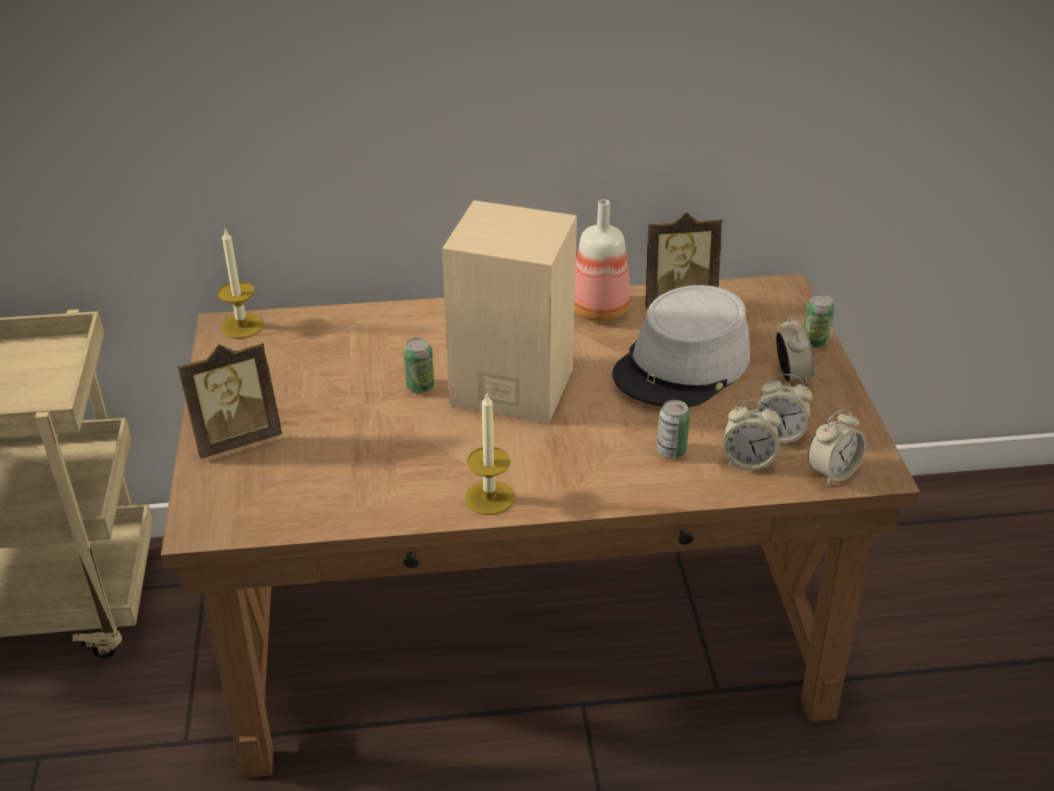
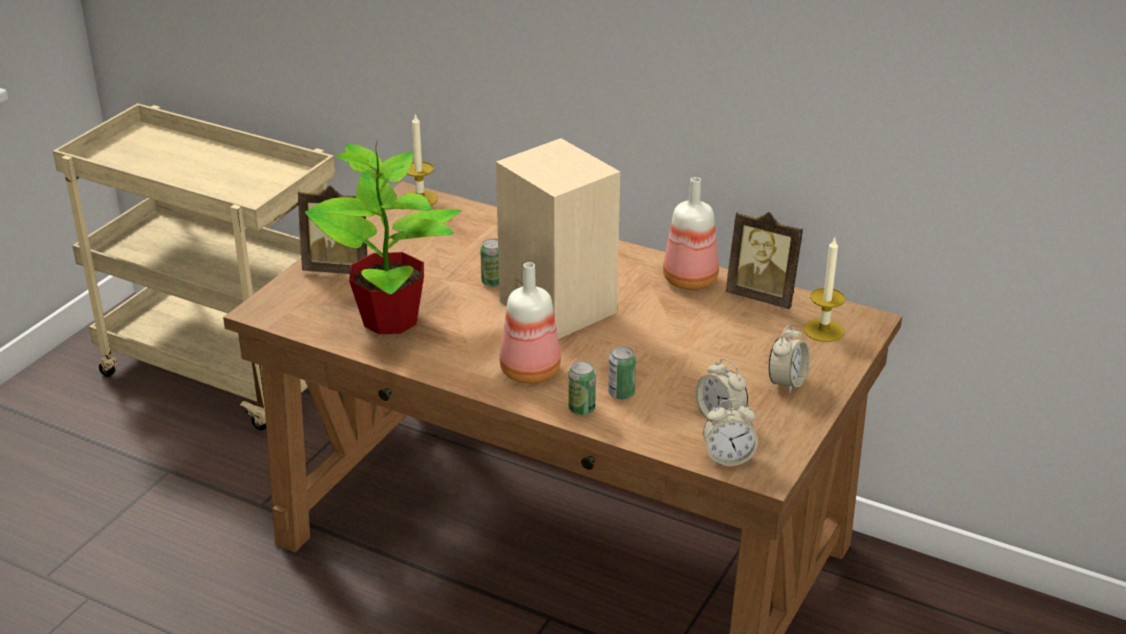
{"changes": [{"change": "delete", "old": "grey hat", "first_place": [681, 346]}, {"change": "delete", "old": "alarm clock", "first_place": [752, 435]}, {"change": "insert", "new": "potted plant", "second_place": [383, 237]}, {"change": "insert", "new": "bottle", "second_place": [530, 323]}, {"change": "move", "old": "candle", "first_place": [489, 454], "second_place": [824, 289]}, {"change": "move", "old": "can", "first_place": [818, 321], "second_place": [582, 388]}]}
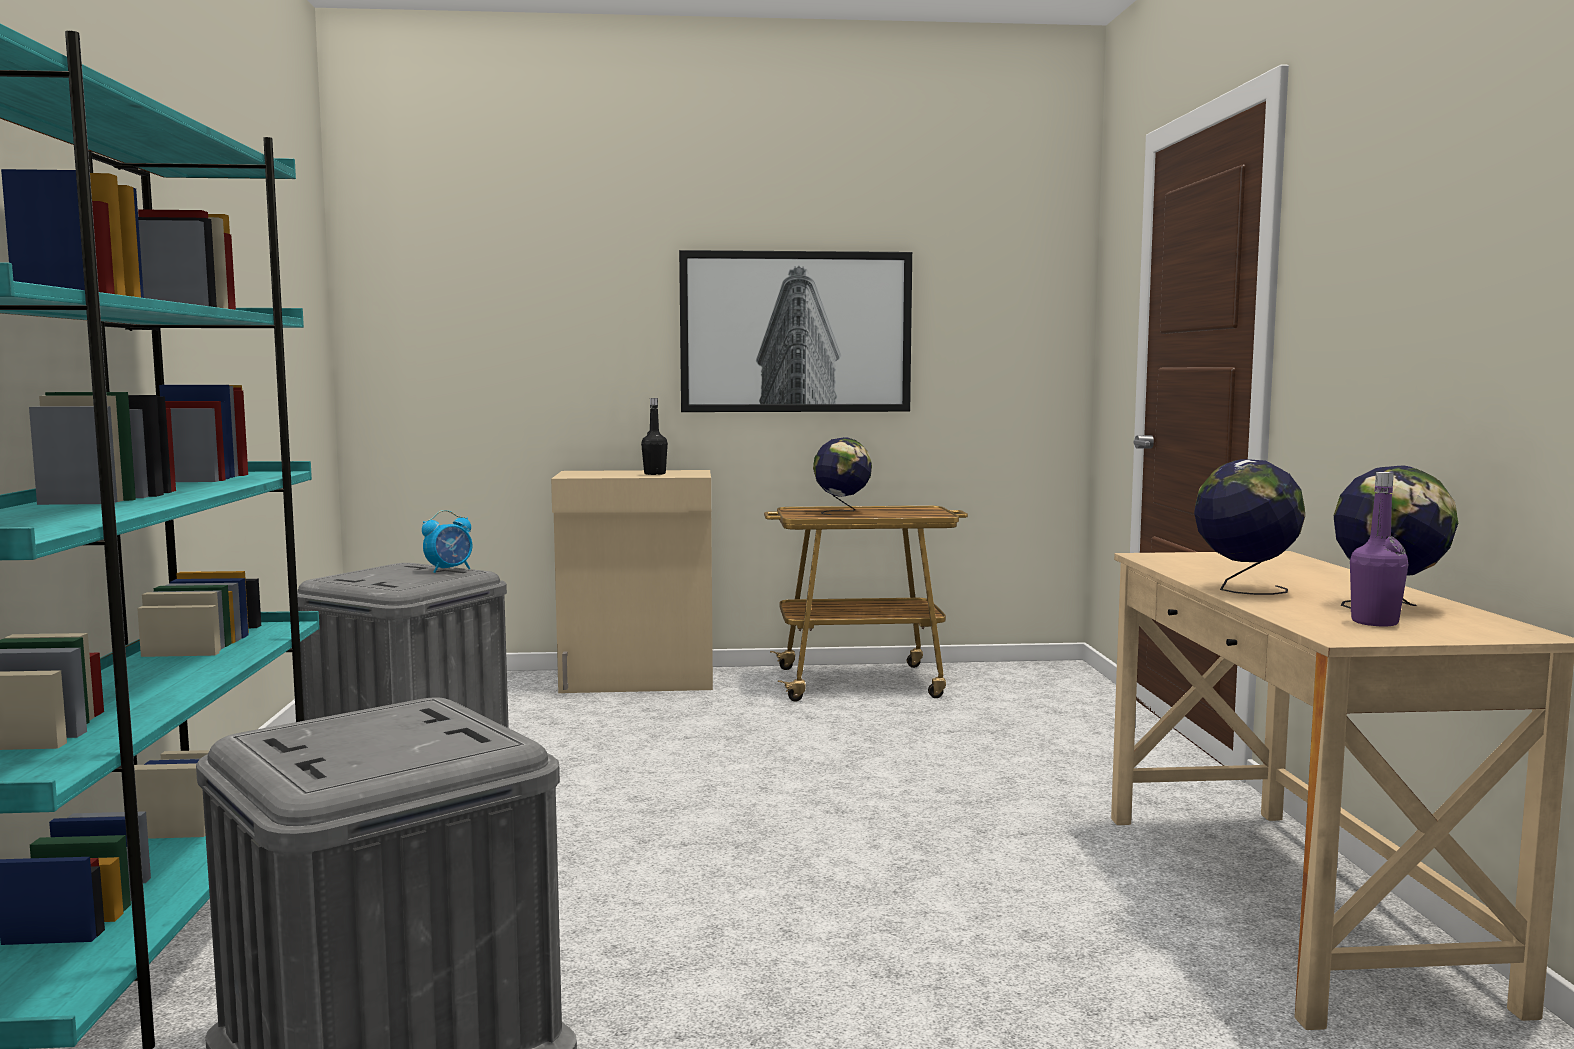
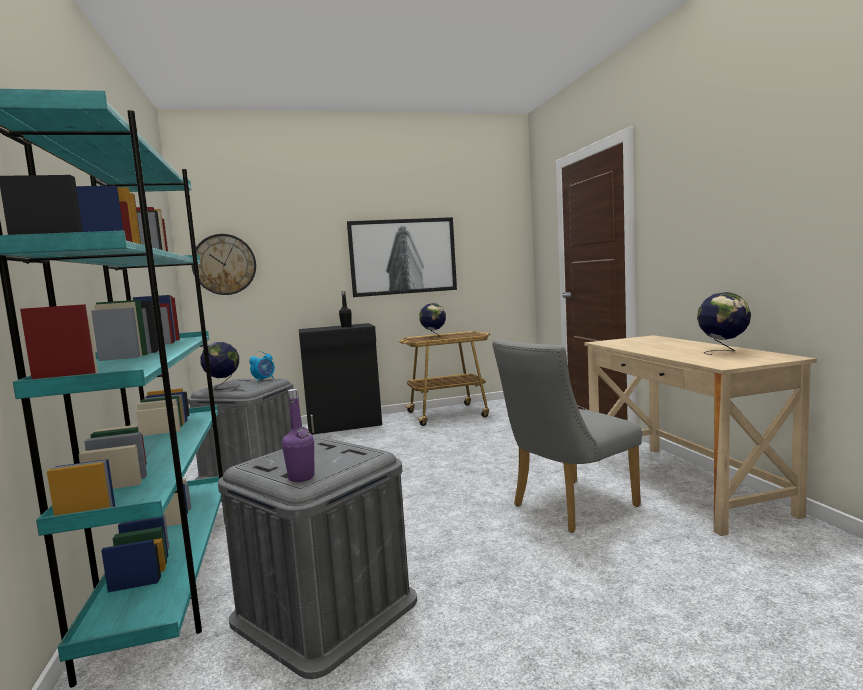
{"changes": [{"change": "insert", "new": "wall clock", "second_place": [224, 264]}, {"change": "insert", "new": "grey chair", "second_place": [567, 436]}, {"change": "move", "old": "globe", "first_place": [1249, 527], "second_place": [219, 365]}, {"change": "move", "old": "purple bottle", "first_place": [1379, 549], "second_place": [298, 435]}, {"change": "recolor", "old": "beige cabinet", "new": "black cabinet", "first_place": [632, 581], "second_place": [340, 379]}]}
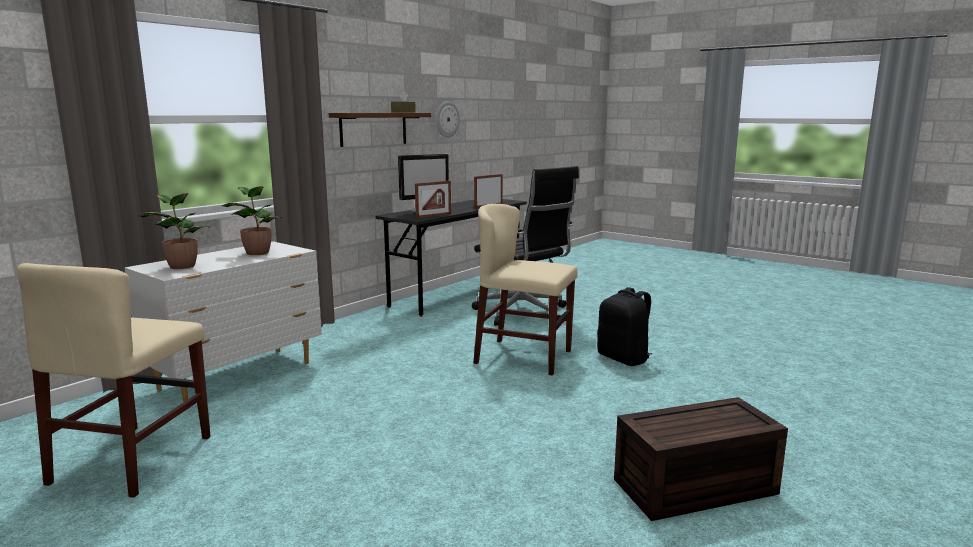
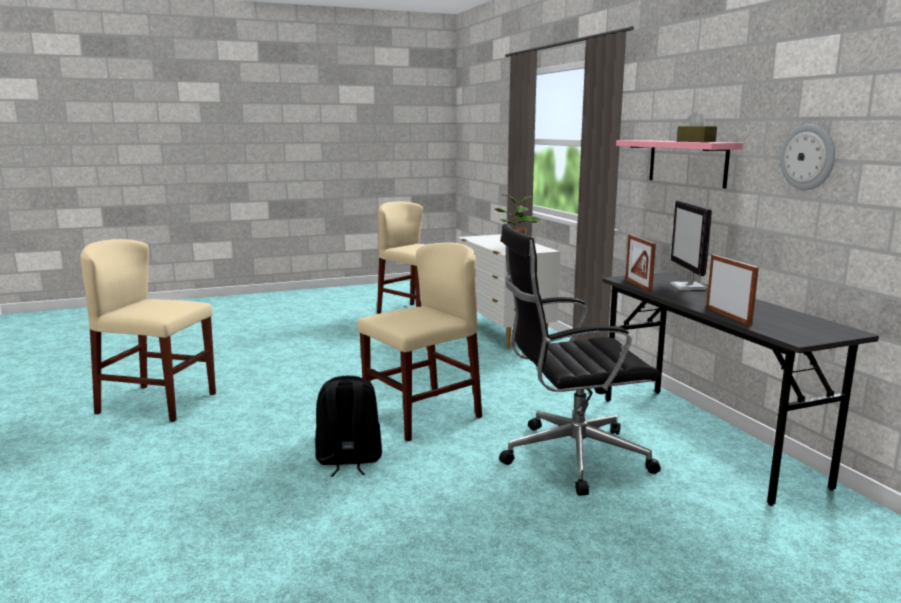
{"changes": [{"change": "delete", "old": "potted plant", "first_place": [174, 231]}, {"change": "replace", "old": "brown storage box", "new": "beige chair", "first_place": [701, 459], "second_place": [148, 330]}, {"change": "recolor", "old": "brown shelf", "new": "pink shelf", "first_place": [380, 130], "second_place": [679, 164]}]}
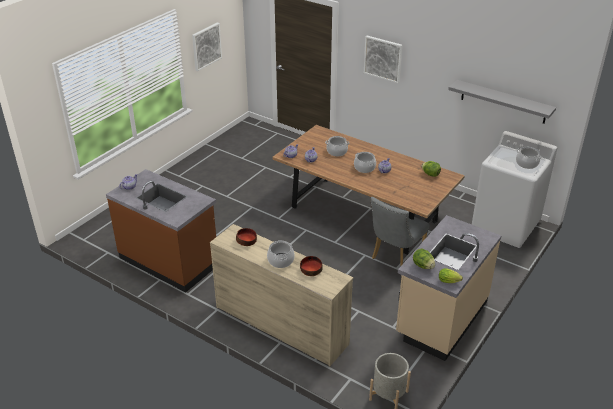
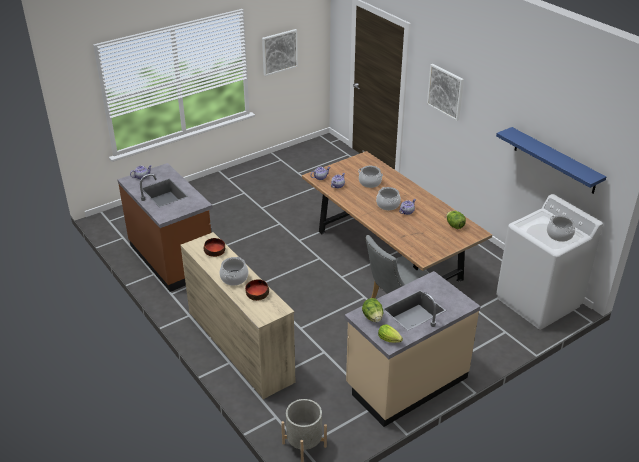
{"changes": [{"change": "recolor", "old": "grey shelf", "new": "blue shelf", "first_place": [502, 102], "second_place": [551, 160]}]}
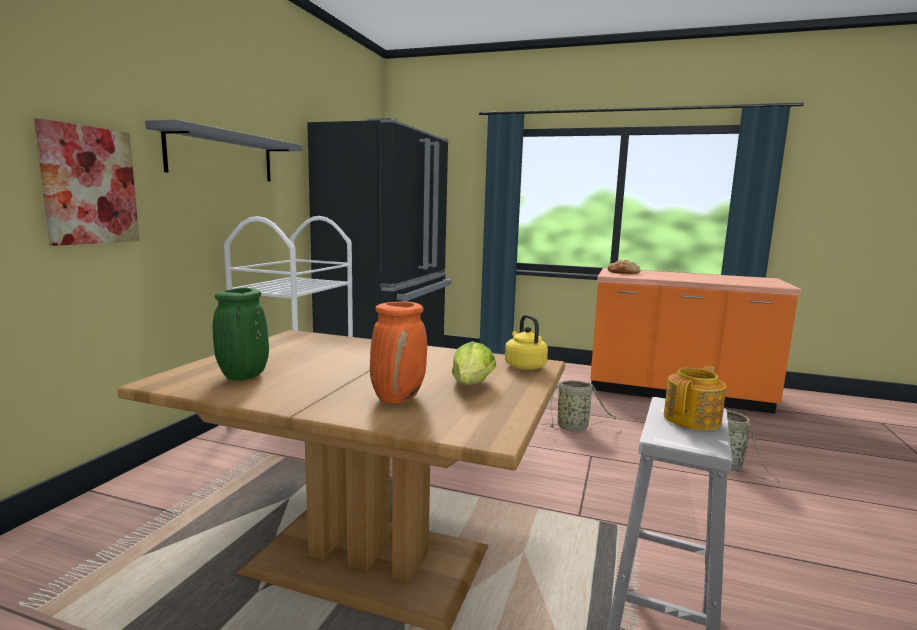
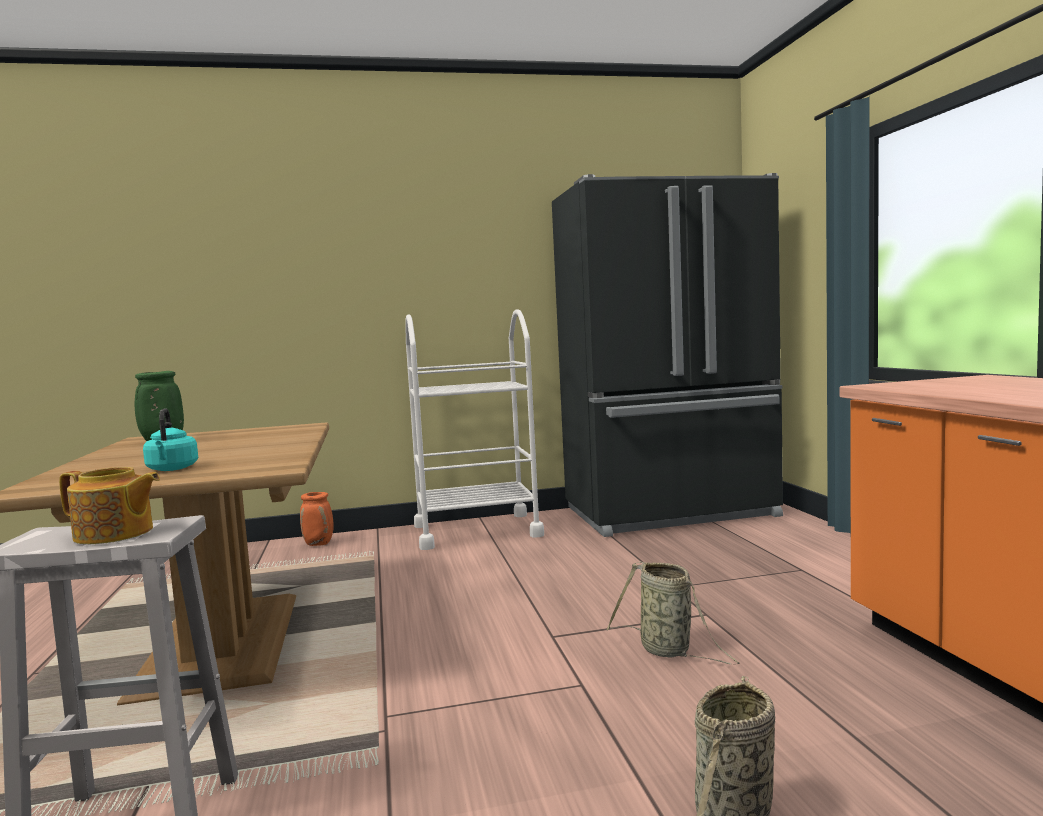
{"changes": [{"change": "delete", "old": "picture", "first_place": [86, 182]}, {"change": "delete", "old": "grey shelf", "first_place": [223, 150]}, {"change": "delete", "old": "yellow kettle", "first_place": [526, 342]}, {"change": "delete", "old": "bread", "first_place": [624, 267]}, {"change": "move", "old": "orange vase", "first_place": [398, 352], "second_place": [317, 519]}, {"change": "replace", "old": "lettuce", "new": "turquoise kettle", "first_place": [474, 363], "second_place": [170, 439]}]}
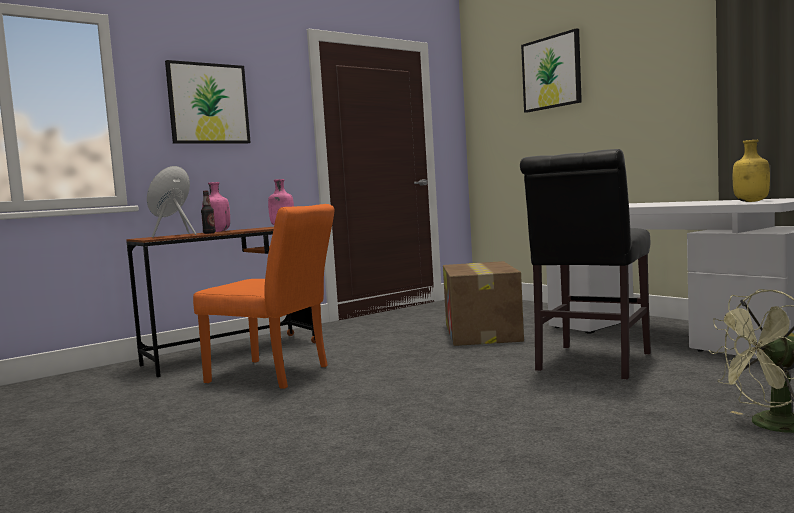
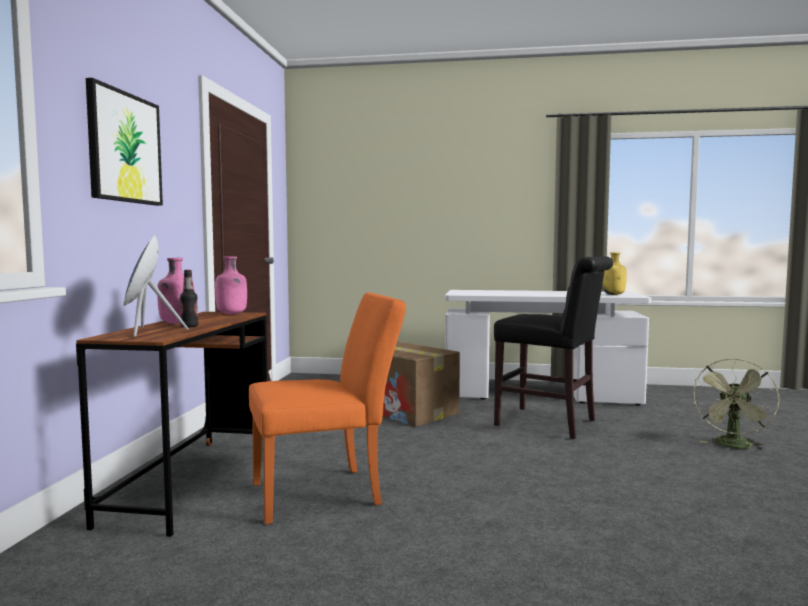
{"changes": [{"change": "delete", "old": "picture", "first_place": [551, 70]}, {"change": "rotate", "old": "black chair", "first_place": [585, 264], "second_place": [553, 347], "degrees": -45}]}
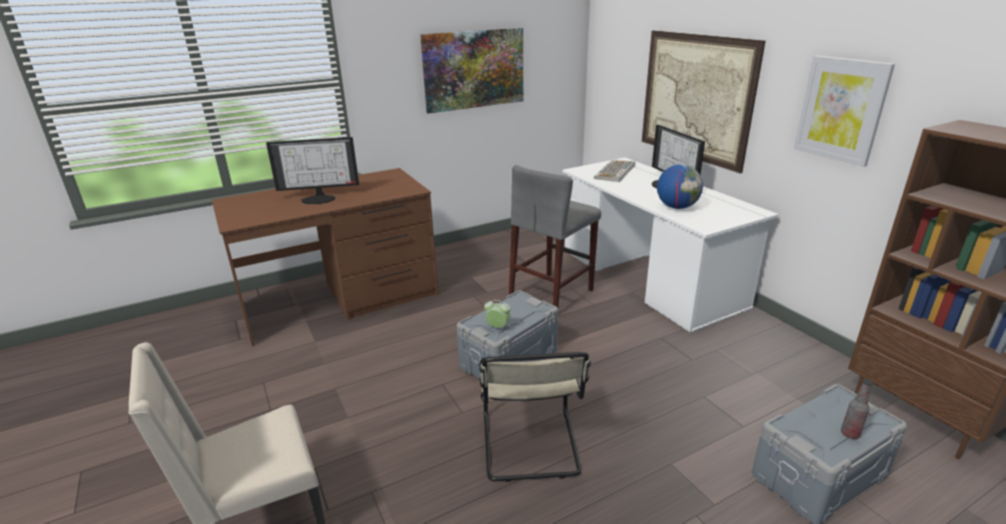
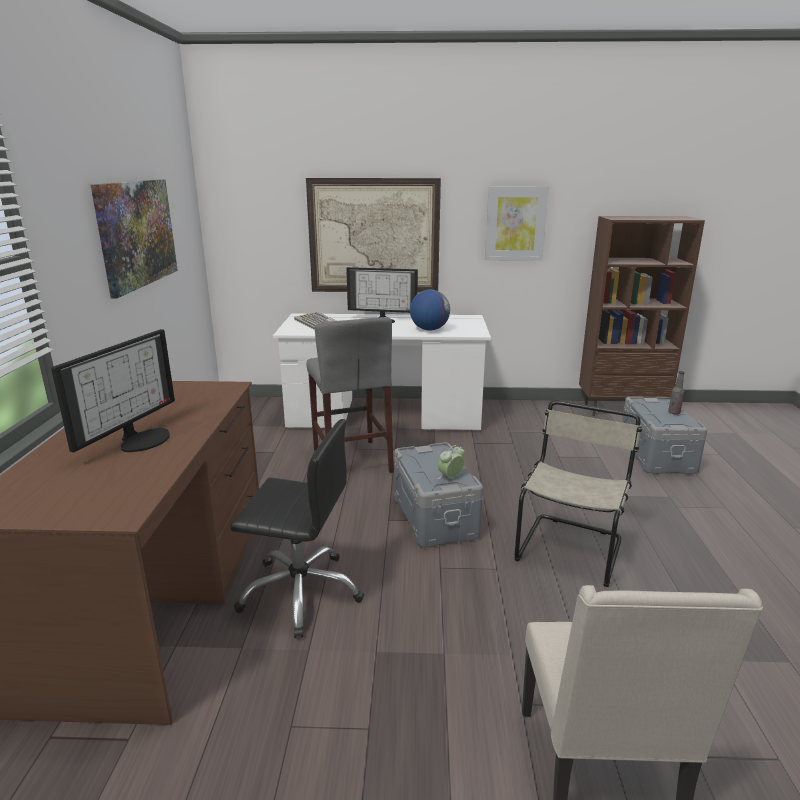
{"changes": [{"change": "insert", "new": "black office chair", "second_place": [297, 528]}, {"change": "rotate", "old": "beige chair", "first_place": [535, 417], "second_place": [578, 493], "degrees": -90}]}
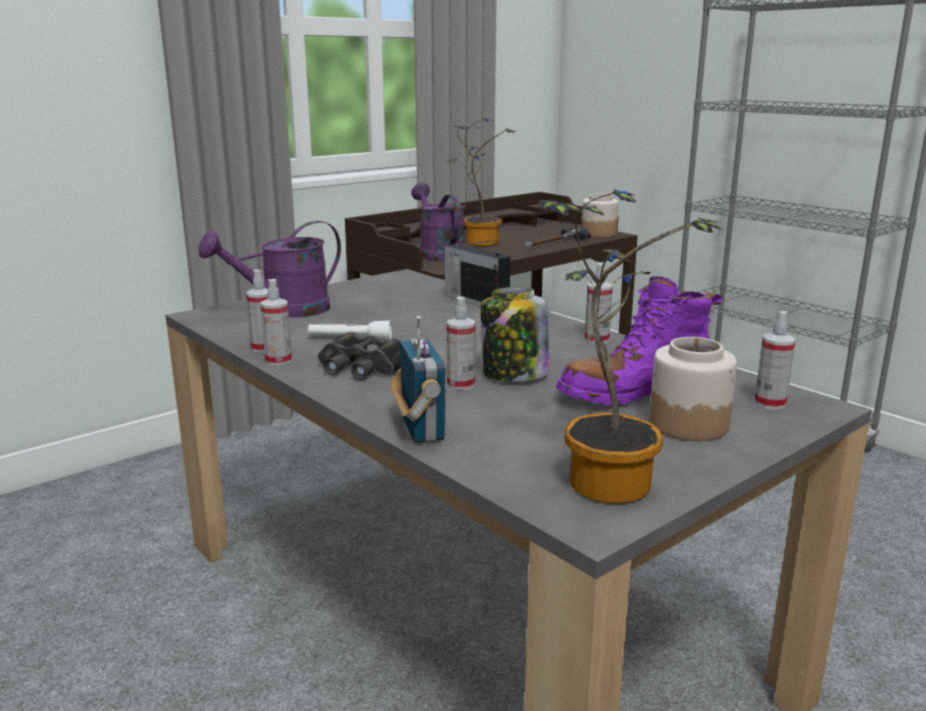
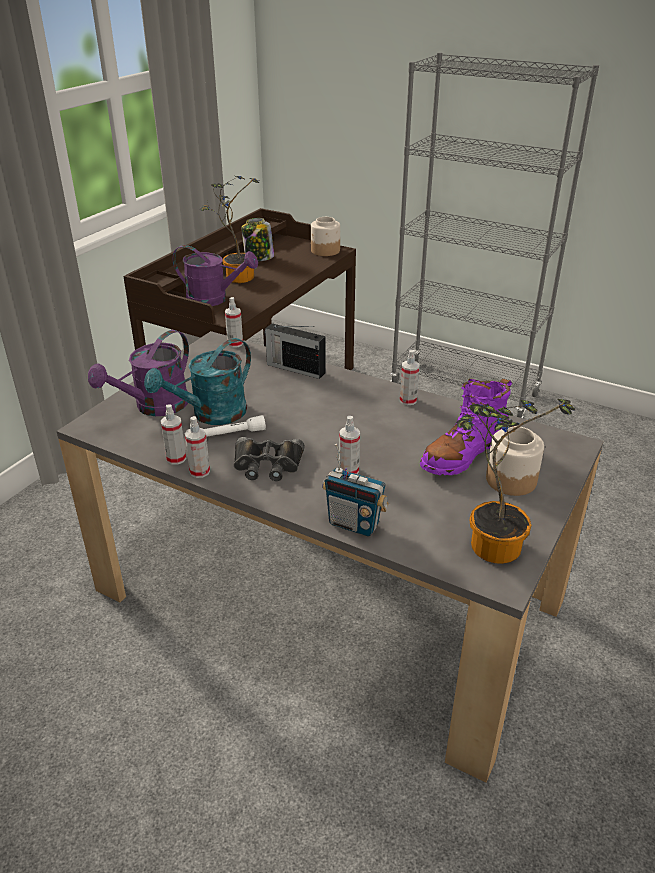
{"changes": [{"change": "delete", "old": "hammer", "first_place": [558, 238]}, {"change": "insert", "new": "turquoise watering can", "second_place": [197, 381]}, {"change": "move", "old": "jar", "first_place": [515, 334], "second_place": [257, 240]}, {"change": "move", "old": "spray bottle", "first_place": [775, 360], "second_place": [234, 322]}, {"change": "rotate", "old": "radio", "first_place": [418, 379], "second_place": [355, 490], "degrees": 150}, {"change": "rotate", "old": "purple watering can", "first_place": [438, 222], "second_place": [215, 275], "degrees": 150}]}
